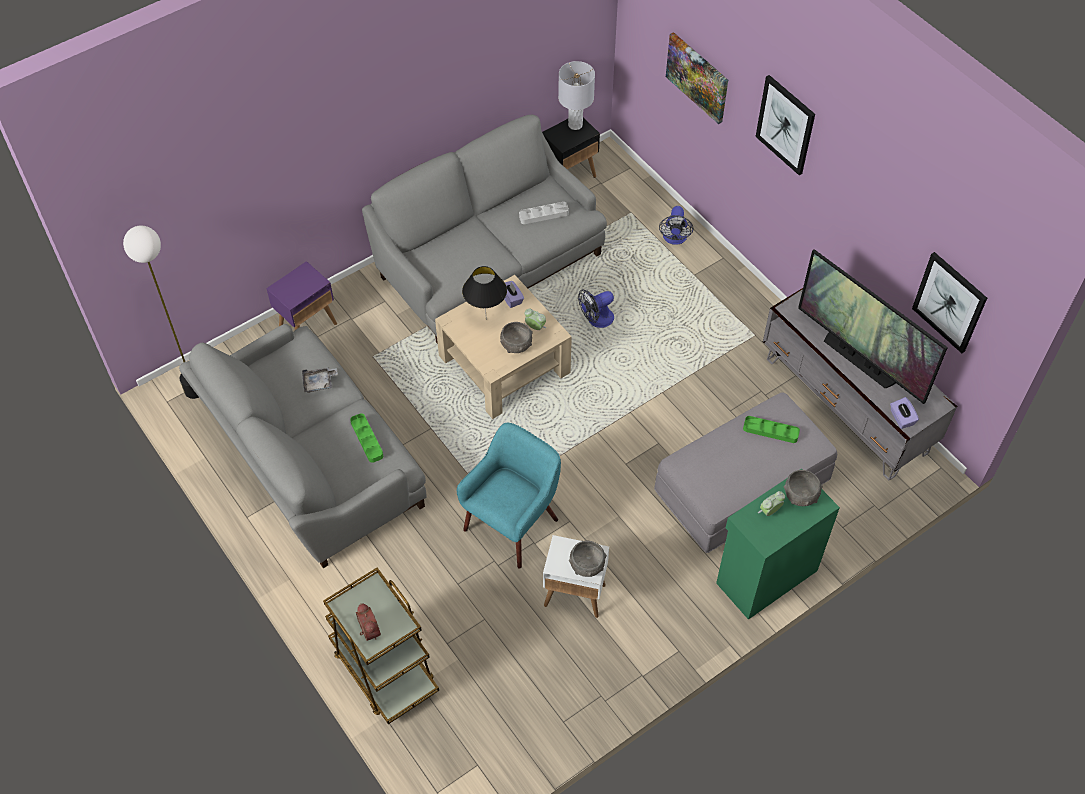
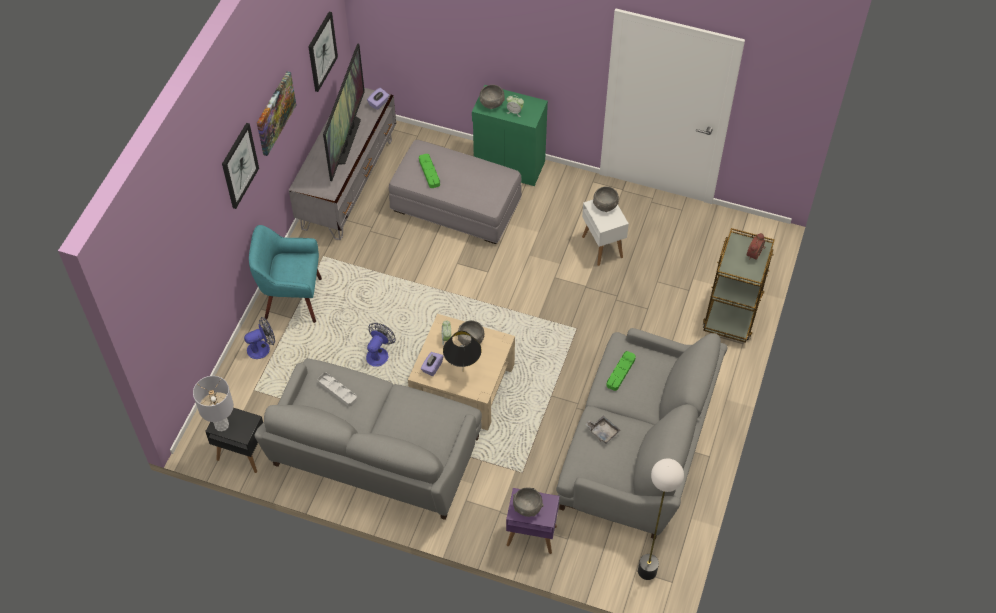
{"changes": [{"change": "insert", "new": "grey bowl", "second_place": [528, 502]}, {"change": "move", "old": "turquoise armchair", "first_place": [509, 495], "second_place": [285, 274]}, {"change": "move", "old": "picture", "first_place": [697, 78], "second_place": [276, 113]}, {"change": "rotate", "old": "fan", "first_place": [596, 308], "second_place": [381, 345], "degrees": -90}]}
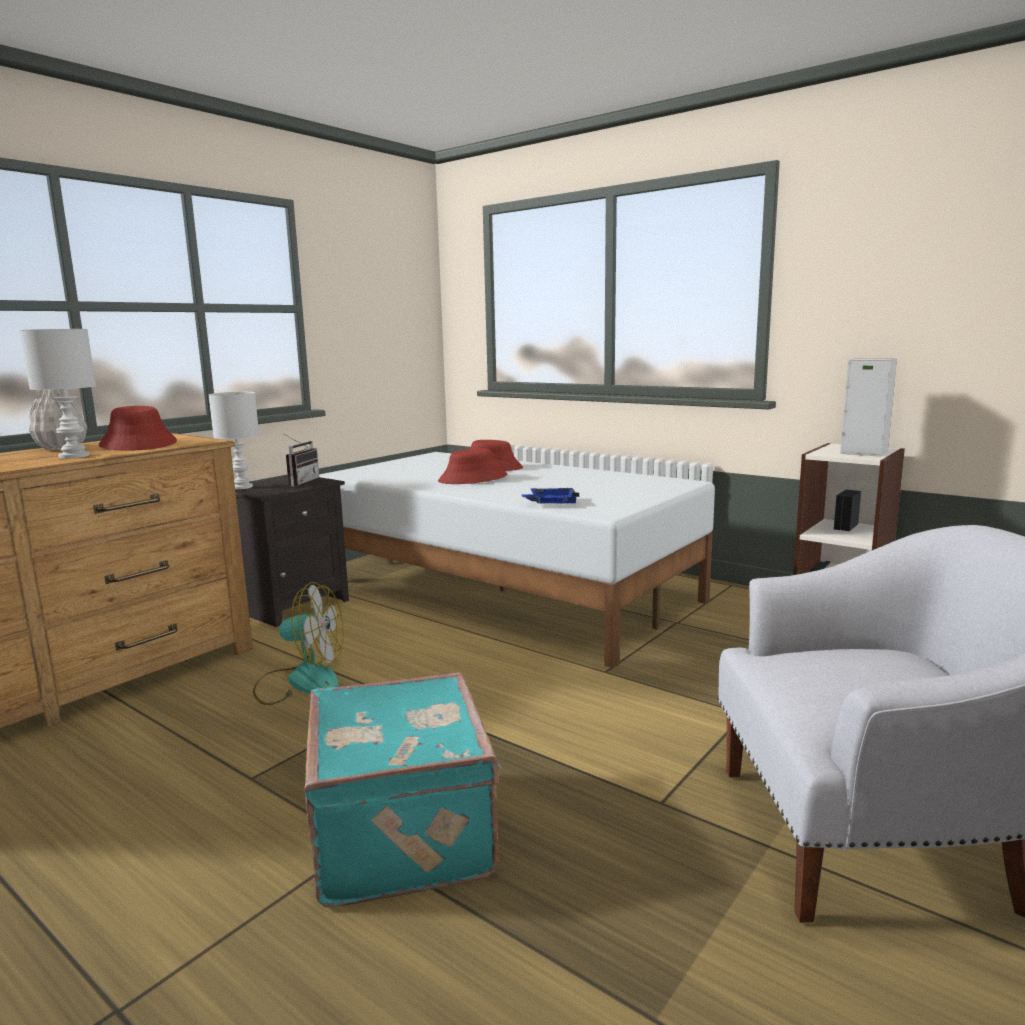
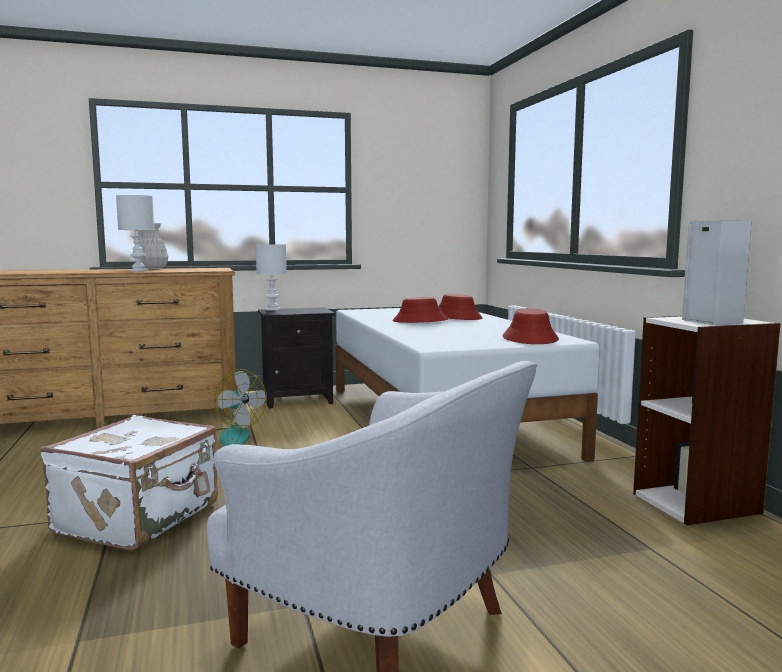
{"changes": [{"change": "delete", "old": "radio", "first_place": [301, 460]}, {"change": "delete", "old": "blue tray", "first_place": [550, 496]}, {"change": "move", "old": "red hat", "first_place": [138, 428], "second_place": [531, 326]}, {"change": "recolor", "old": "turquoise suitcase", "new": "white suitcase", "first_place": [402, 789], "second_place": [129, 483]}]}
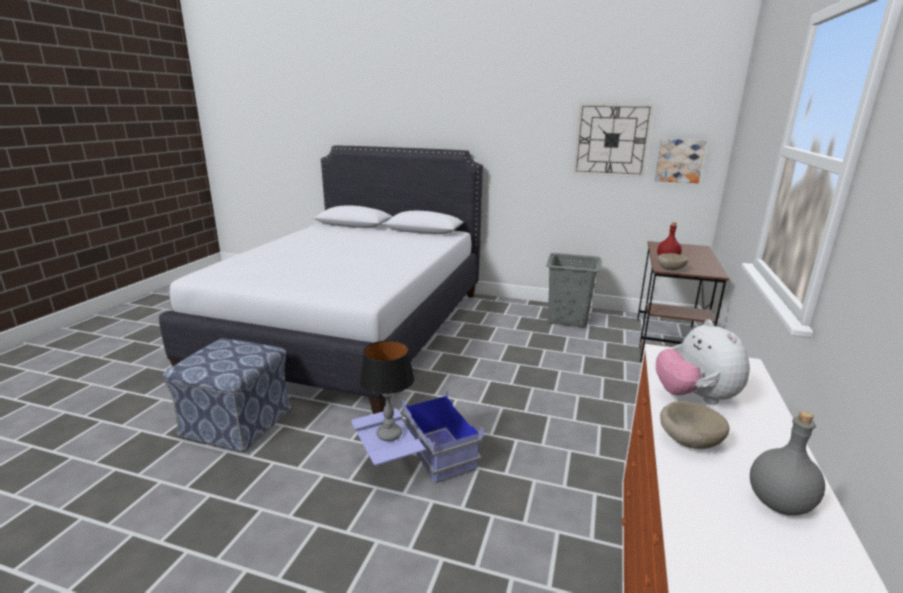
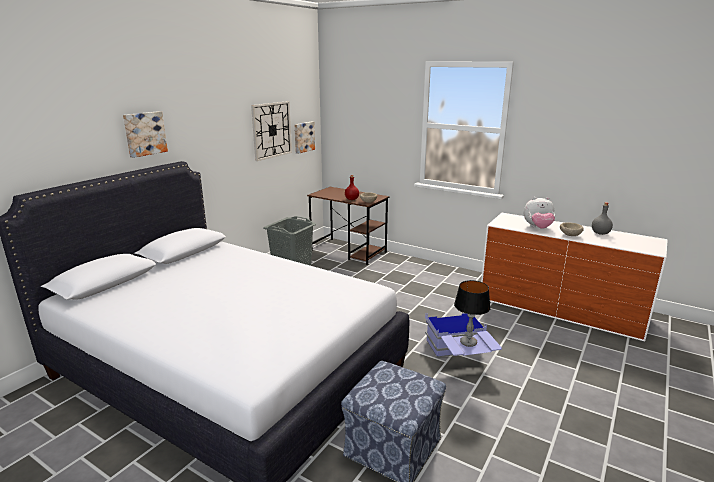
{"changes": [{"change": "insert", "new": "picture", "second_place": [145, 134]}]}
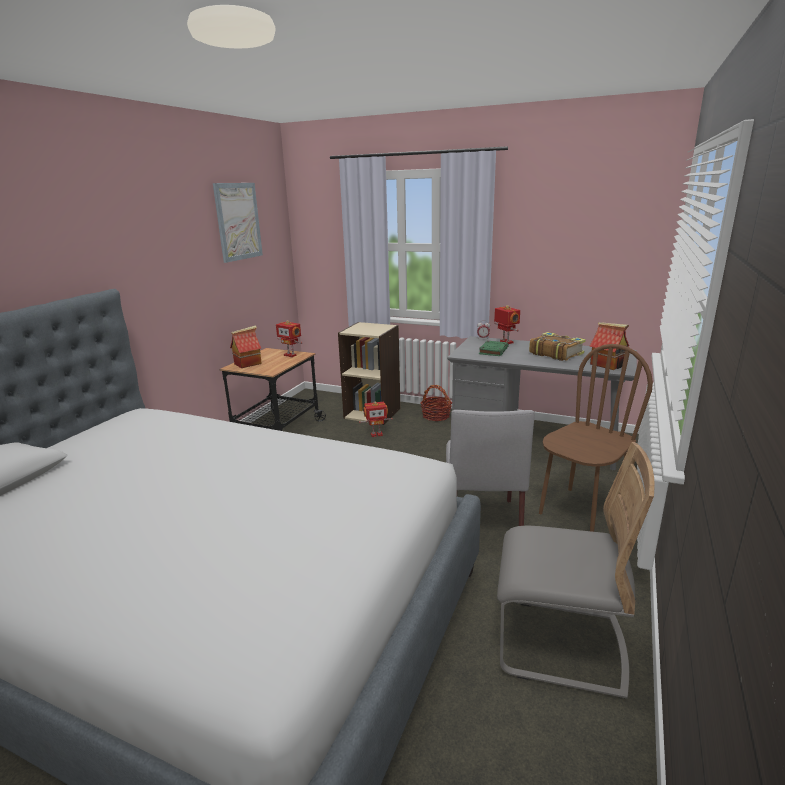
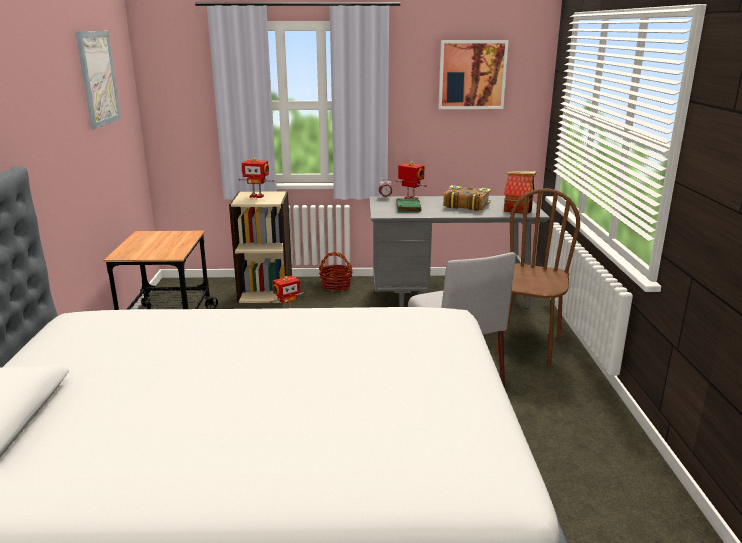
{"changes": [{"change": "delete", "old": "toy house", "first_place": [246, 346]}, {"change": "delete", "old": "grey chair", "first_place": [576, 570]}, {"change": "insert", "new": "picture", "second_place": [473, 74]}, {"change": "move", "old": "toy robot", "first_place": [289, 338], "second_place": [256, 178]}]}
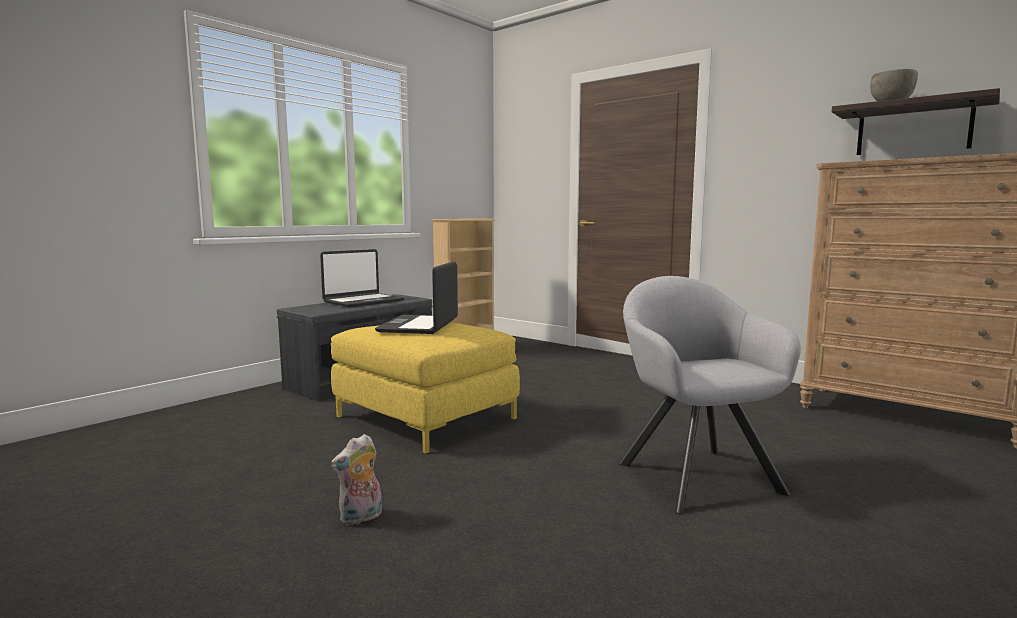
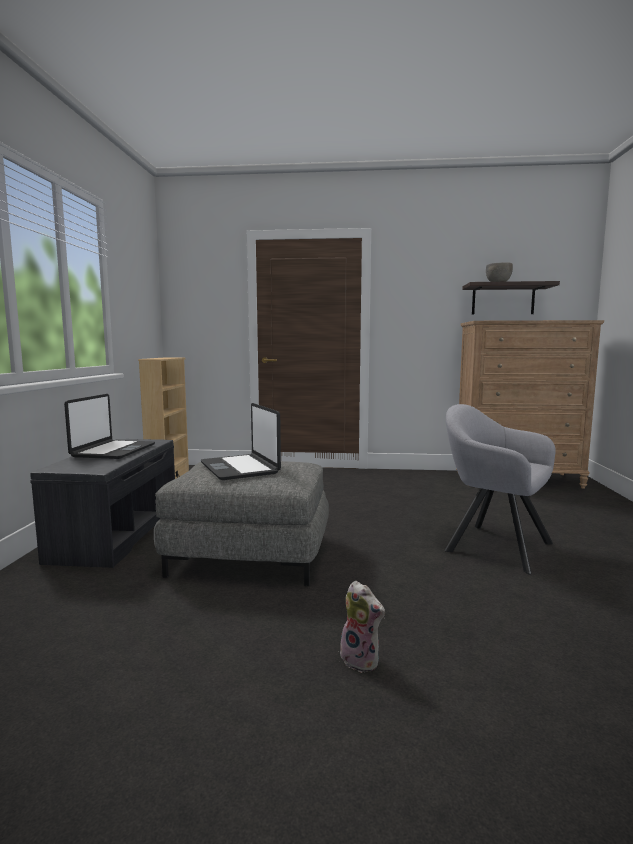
{"changes": [{"change": "recolor", "old": "yellow ottoman", "new": "grey ottoman", "first_place": [425, 388], "second_place": [241, 523]}, {"change": "rotate", "old": "plush toy", "first_place": [356, 480], "second_place": [361, 627], "degrees": -60}]}
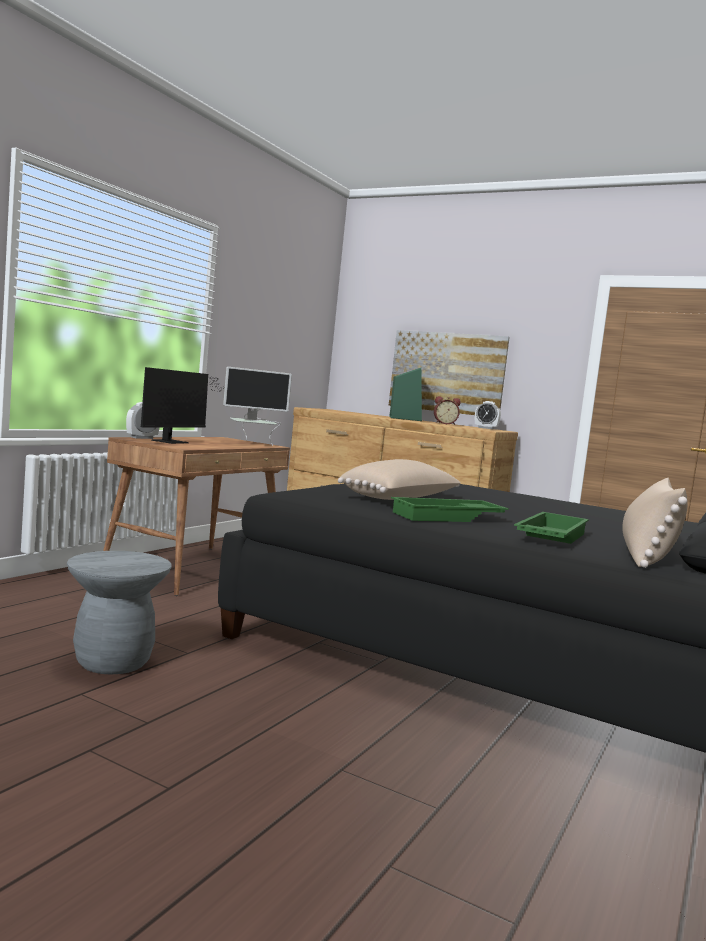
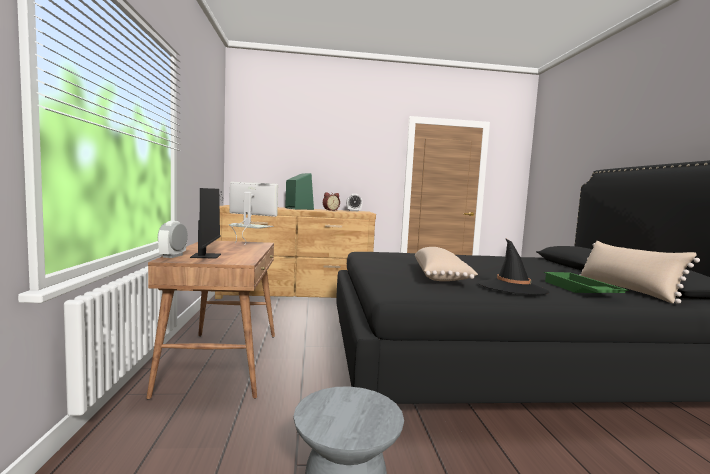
{"changes": [{"change": "delete", "old": "picture", "first_place": [449, 372]}, {"change": "replace", "old": "green tray", "new": "black hat", "first_place": [450, 509], "second_place": [514, 266]}, {"change": "rotate", "old": "monitor", "first_place": [257, 406], "second_place": [253, 213], "degrees": -105}]}
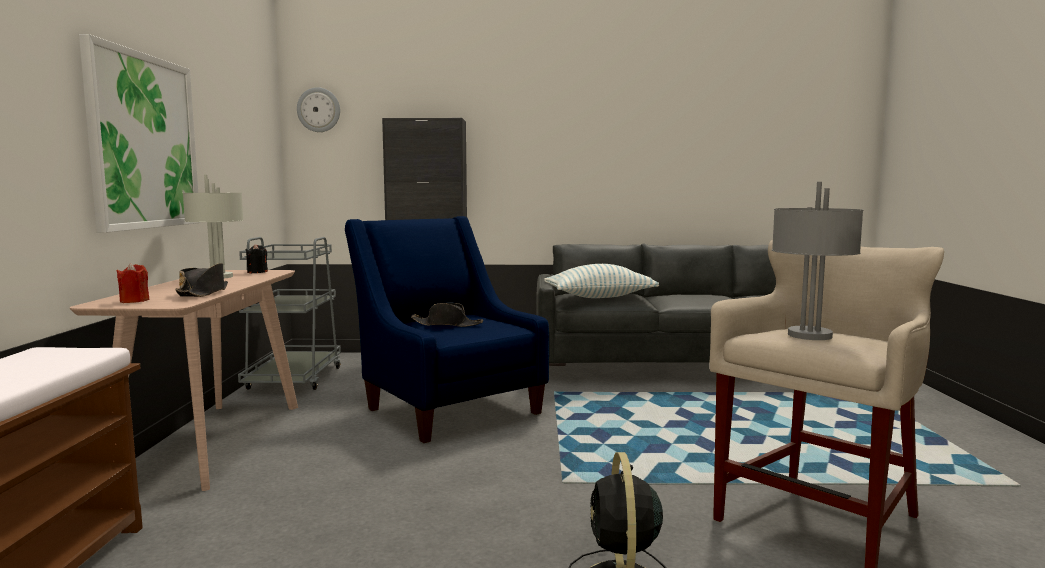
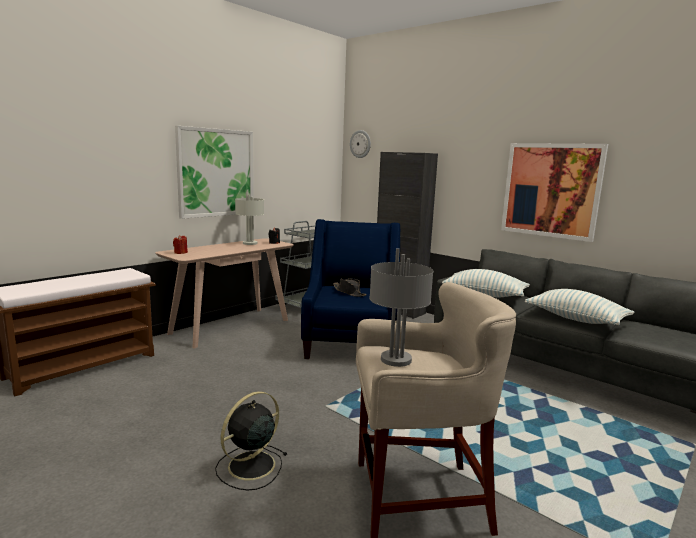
{"changes": [{"change": "delete", "old": "black hat", "first_place": [201, 280]}, {"change": "insert", "new": "picture", "second_place": [554, 192]}, {"change": "insert", "new": "pillow", "second_place": [579, 307]}]}
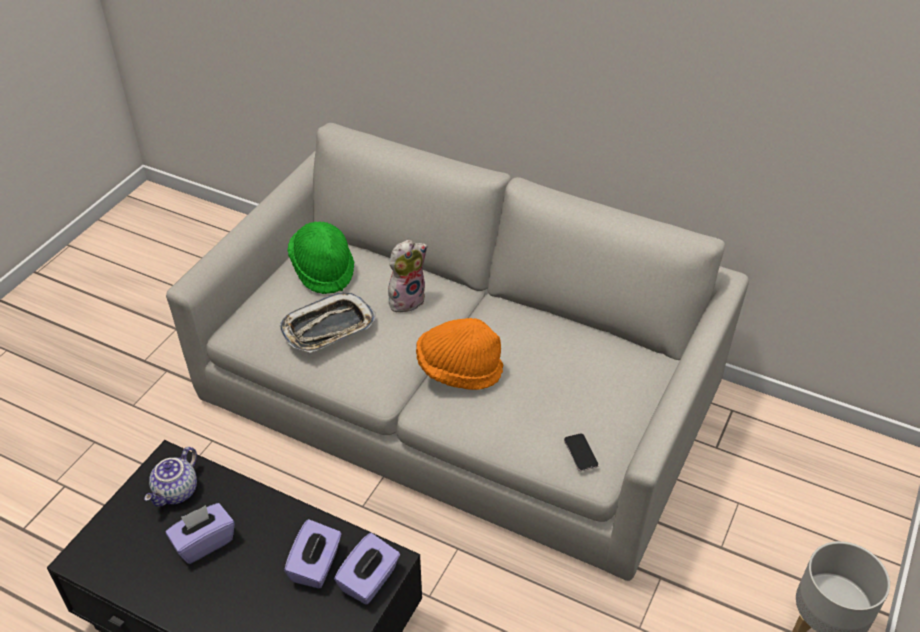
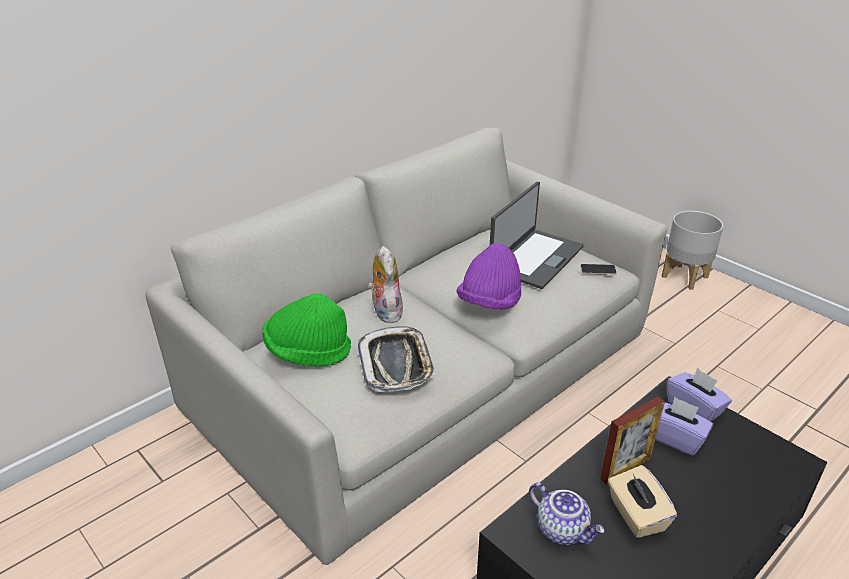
{"changes": [{"change": "insert", "new": "laptop", "second_place": [537, 235]}, {"change": "insert", "new": "picture frame", "second_place": [632, 441]}, {"change": "recolor", "old": "purple tissue box", "new": "beige tissue box", "first_place": [200, 533], "second_place": [642, 501]}, {"change": "recolor", "old": "orange hat", "new": "purple hat", "first_place": [460, 354], "second_place": [489, 276]}]}
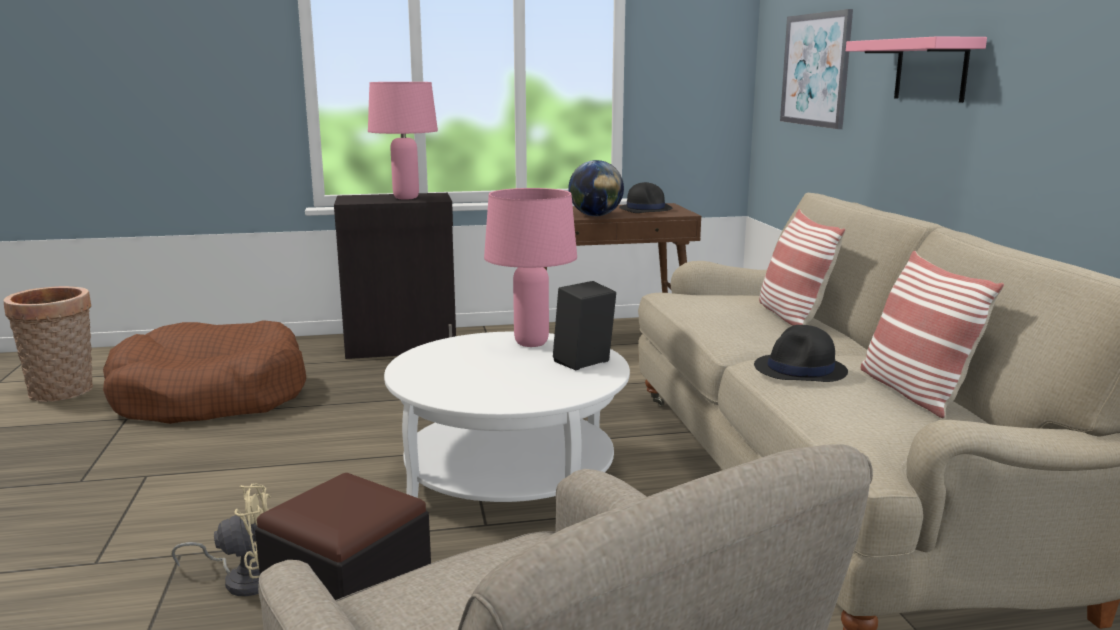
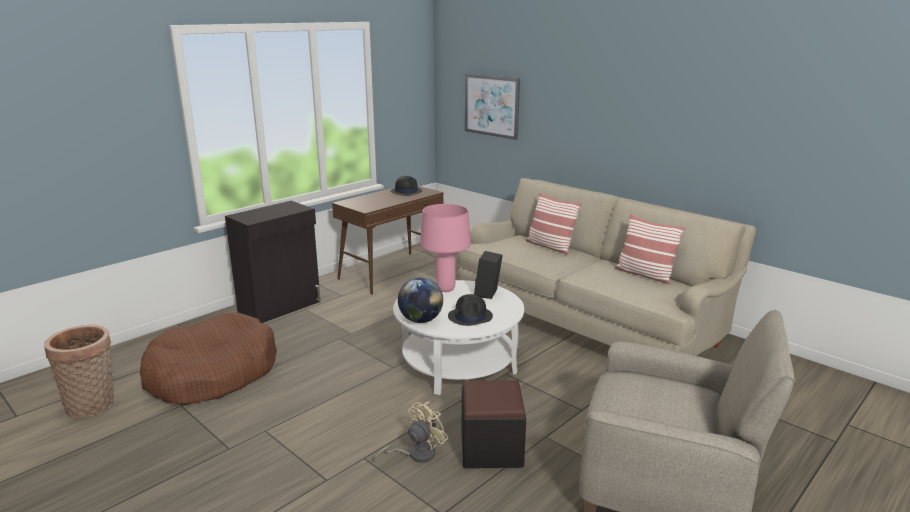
{"changes": [{"change": "delete", "old": "pink table lamp", "first_place": [403, 141]}, {"change": "delete", "old": "pink shelf", "first_place": [916, 69]}, {"change": "move", "old": "globe", "first_place": [596, 188], "second_place": [420, 300]}, {"change": "move", "old": "black hat", "first_place": [801, 353], "second_place": [470, 310]}]}
